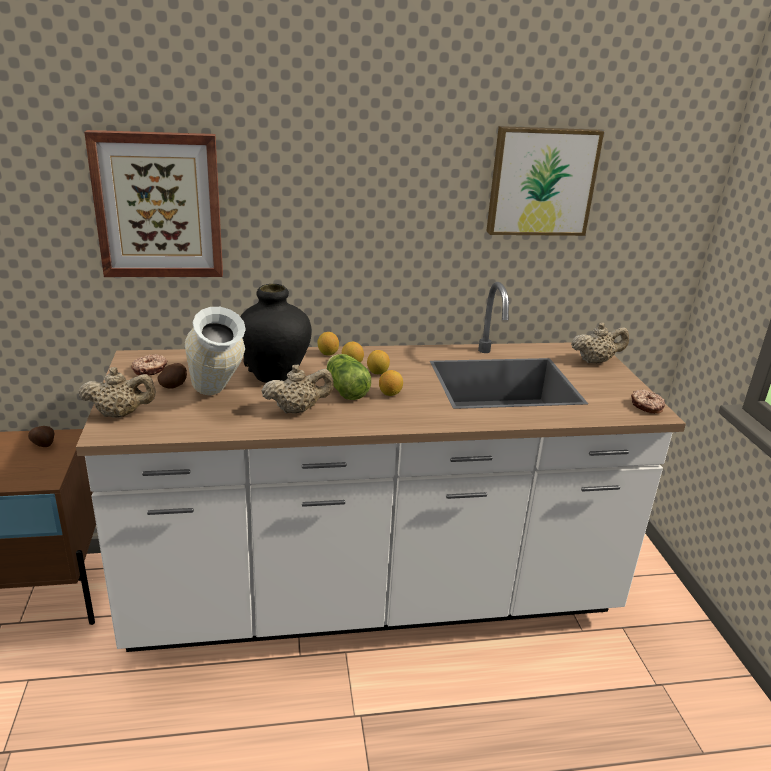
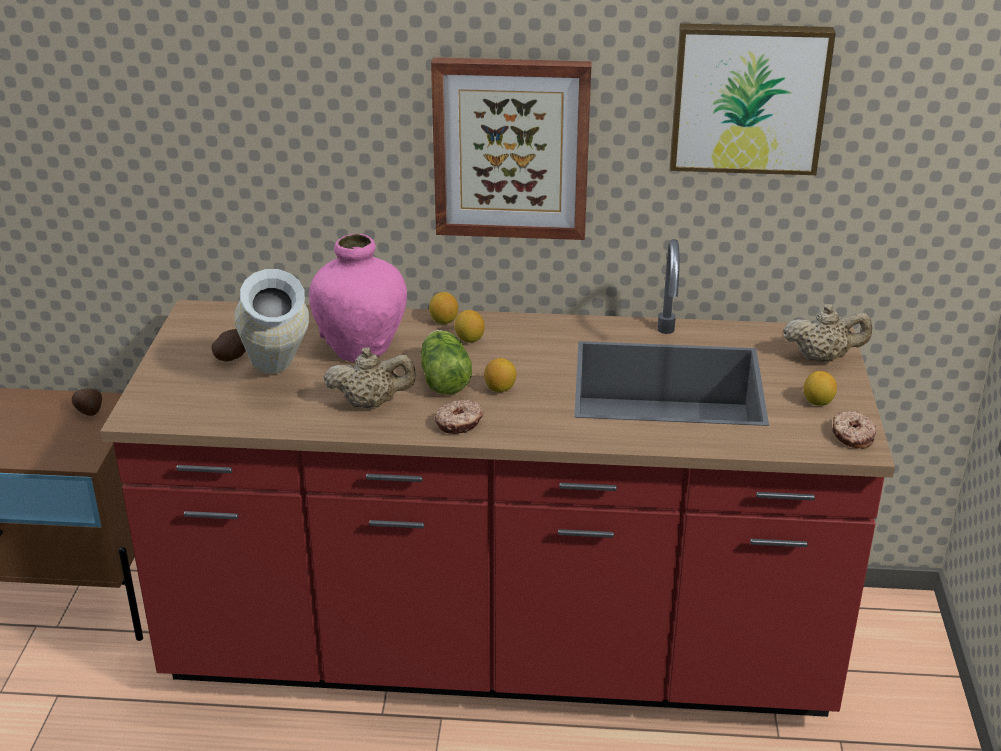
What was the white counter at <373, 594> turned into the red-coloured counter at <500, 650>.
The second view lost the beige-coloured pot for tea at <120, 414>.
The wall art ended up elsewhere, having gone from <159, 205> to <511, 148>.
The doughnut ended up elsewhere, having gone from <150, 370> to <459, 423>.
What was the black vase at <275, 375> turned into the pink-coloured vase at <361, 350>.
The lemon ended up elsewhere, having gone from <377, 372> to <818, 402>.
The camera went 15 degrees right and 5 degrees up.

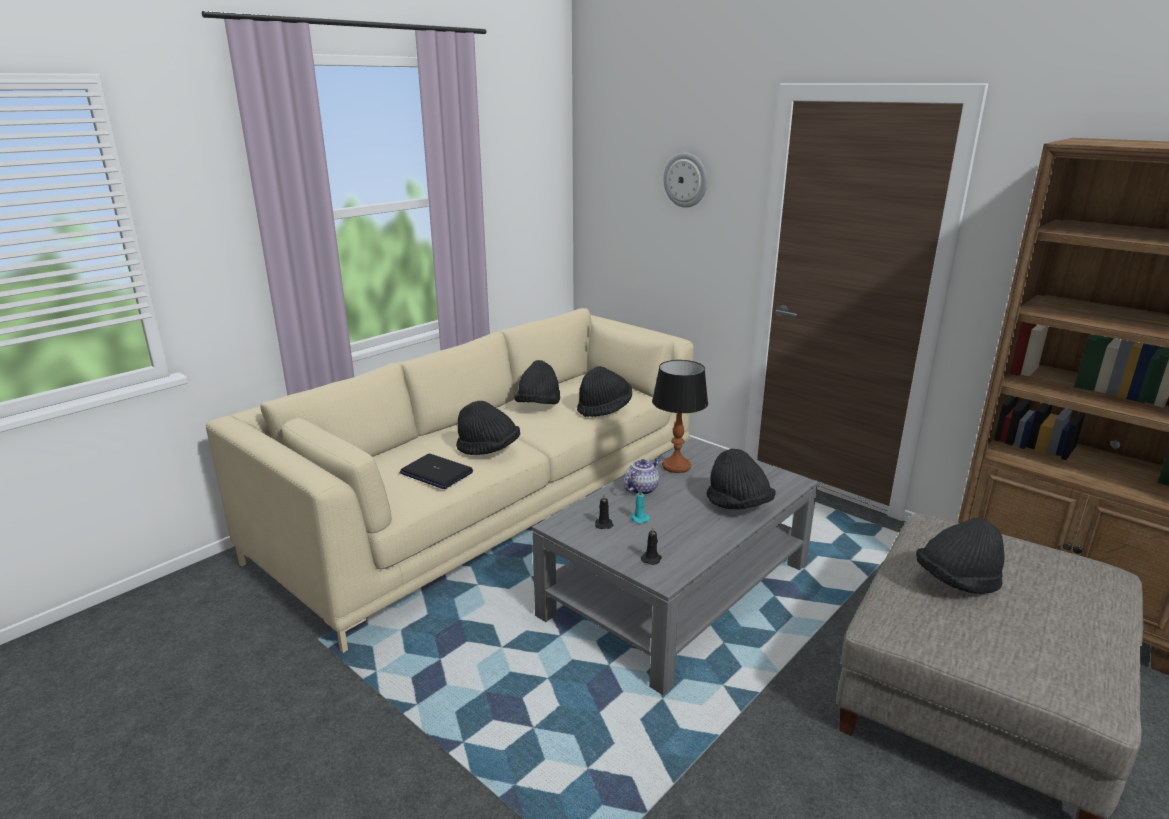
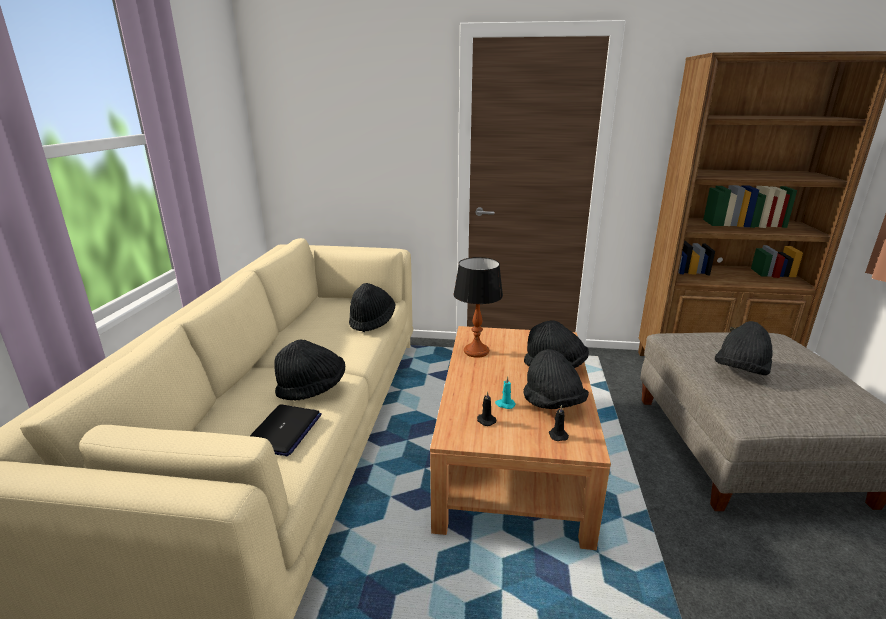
The laptop at <436, 473> ended up facing another way, 75 degrees counterclockwise from before.
The black clothing hat ended up elsewhere, having gone from <538, 406> to <552, 403>.
What was the greyish low table at <677, 588> turned into the brown-coloured low table at <512, 453>.
The second view lost the pot for tea at <642, 489>.
The second view lost the hanging clock at <686, 180>.
The camera went 35 degrees left and 0 degrees up.

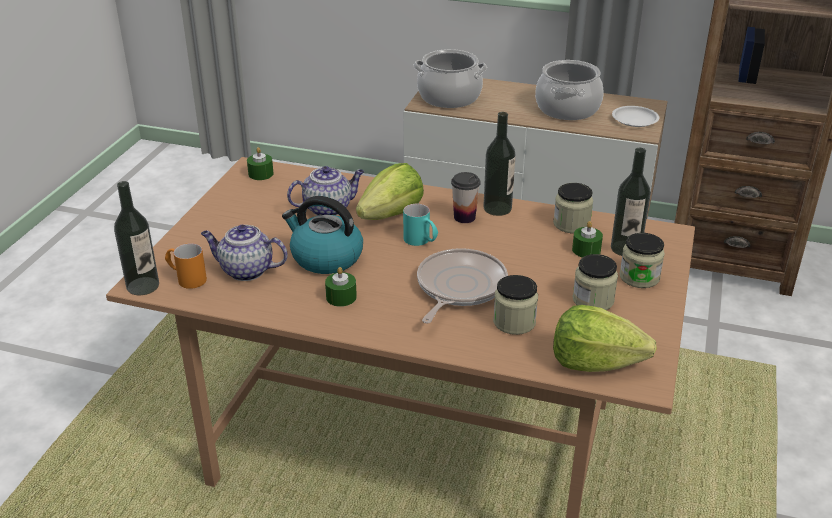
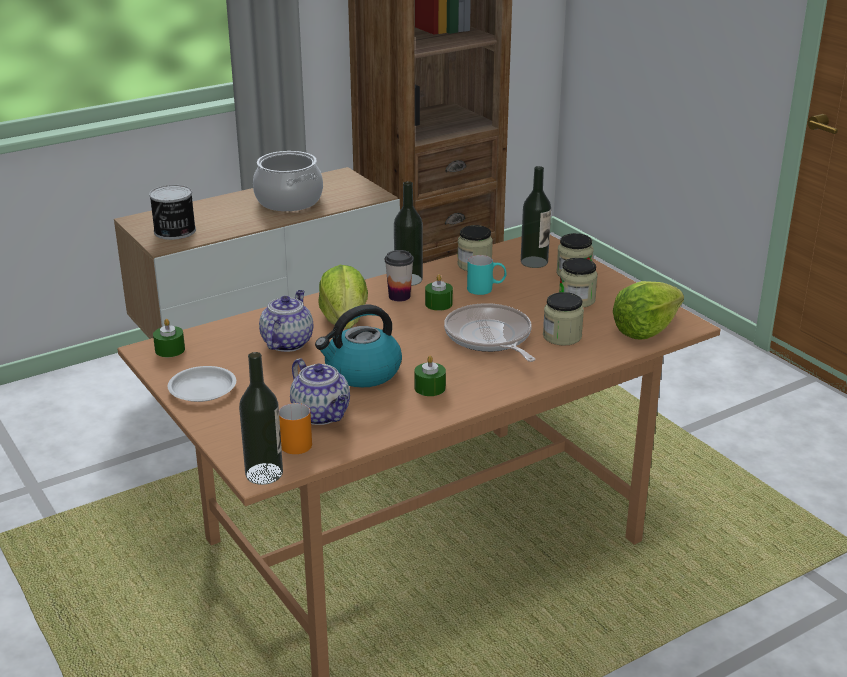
The pot for tea at <245, 271> ended up facing another way, 90 degrees counterclockwise from before.
The turquoise coffee mug ended up elsewhere, having gone from <421, 241> to <486, 289>.
Where the stockpot stood at <449, 97>, the metal can came to stand at <174, 231>.
The greenish candle ended up elsewhere, having gone from <586, 250> to <438, 304>.
The white dinner plate ended up elsewhere, having gone from <635, 120> to <203, 389>.
The camera went 50 degrees left and 5 degrees down.

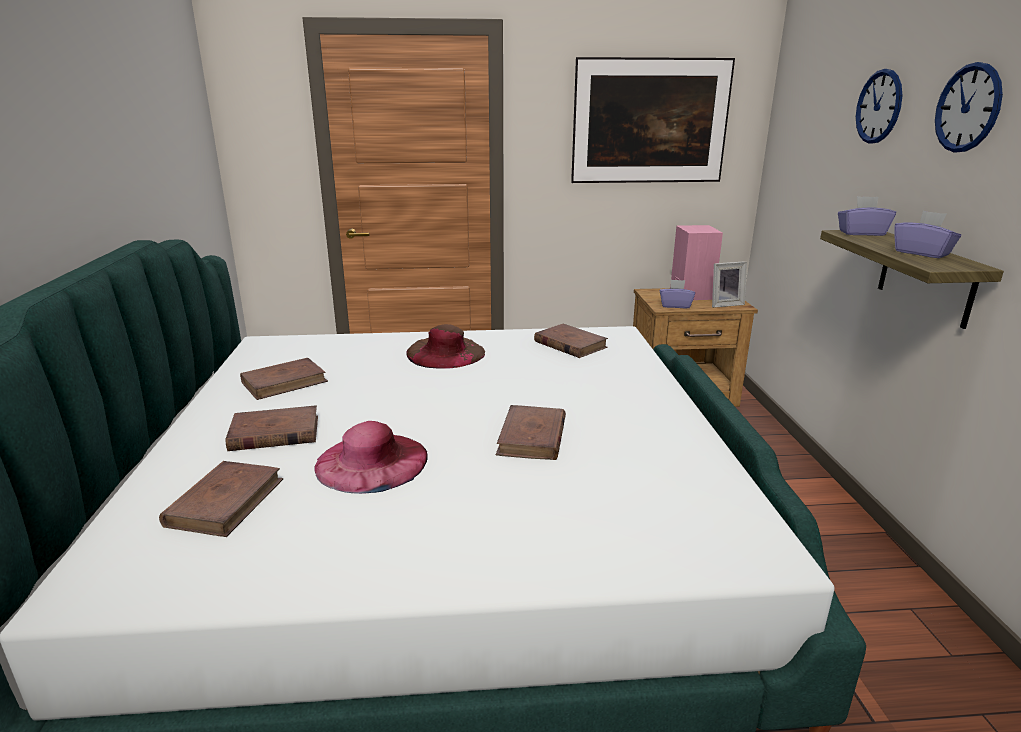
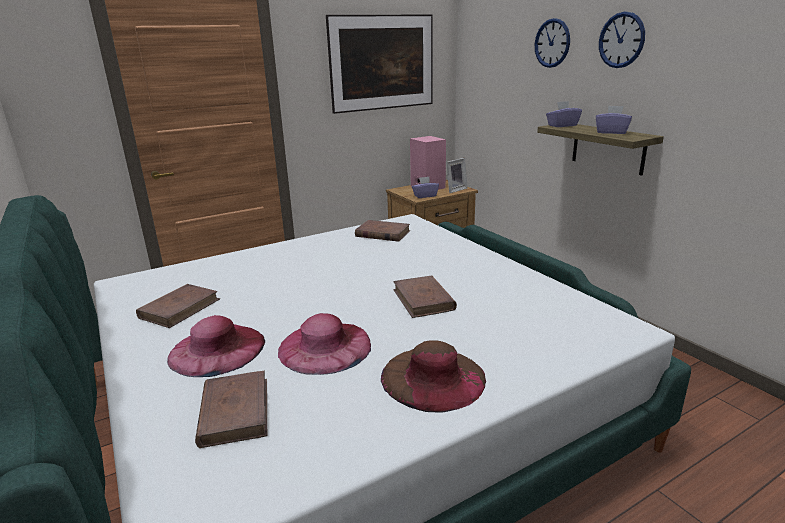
Where the brown-coloured bound book stood at <274, 433>, the pink-coloured clothing hat came to stand at <217, 349>.
The brown-coloured clothing hat ended up elsewhere, having gone from <445, 352> to <433, 377>.
The camera went 25 degrees left and 0 degrees up.

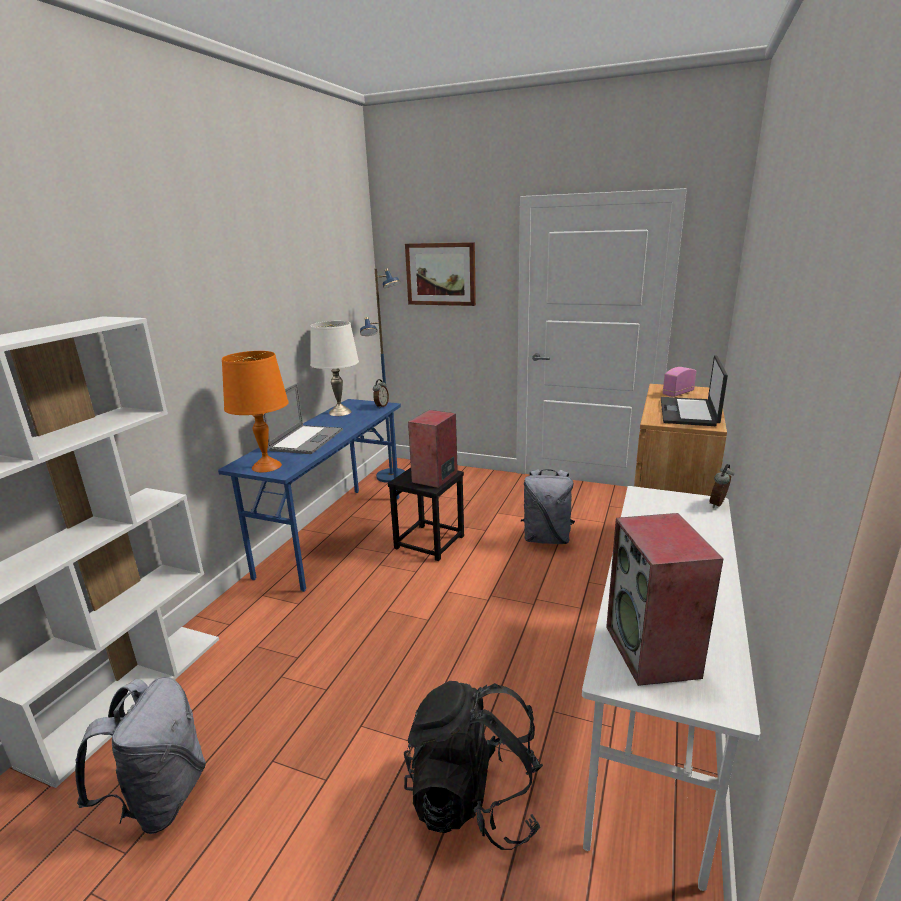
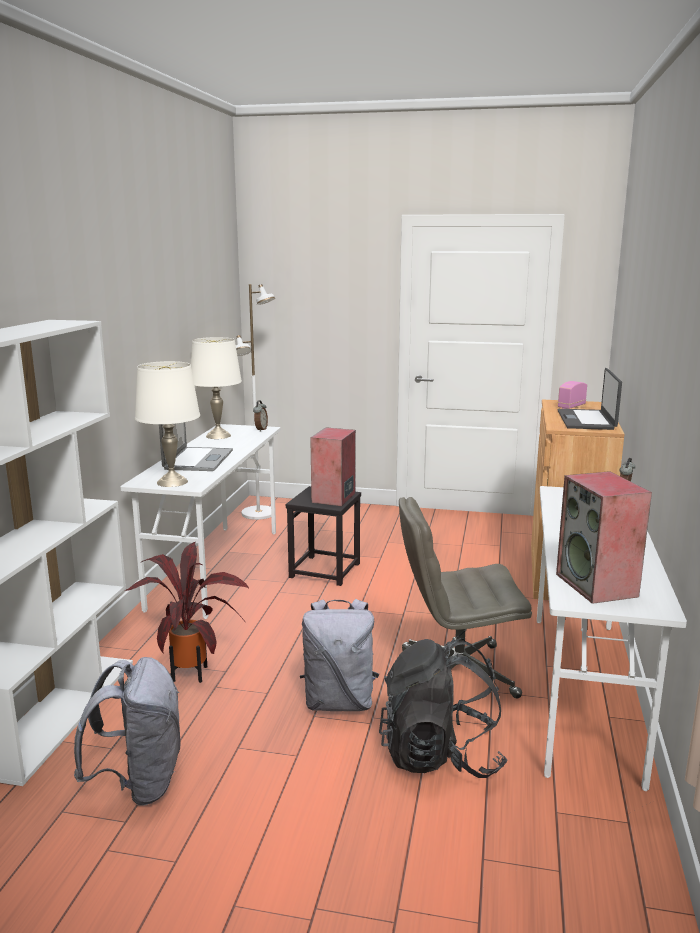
What was the bluish desk unit at <334, 533> turned into the white desk unit at <216, 567>.
What was the orangey lamp for a table at <266, 466> turned into the white lamp for a table at <172, 482>.
What was the bluish floor lamp at <392, 476> turned into the white floor lamp at <259, 513>.
The second view lost the wall art at <441, 274>.
The greyish backpack ended up elsewhere, having gone from <546, 538> to <339, 702>.
The second view gained the houseplant at <193, 671>.
The second view gained the greyish desk chair at <456, 673>.
The camera went 10 degrees left and 5 degrees down.

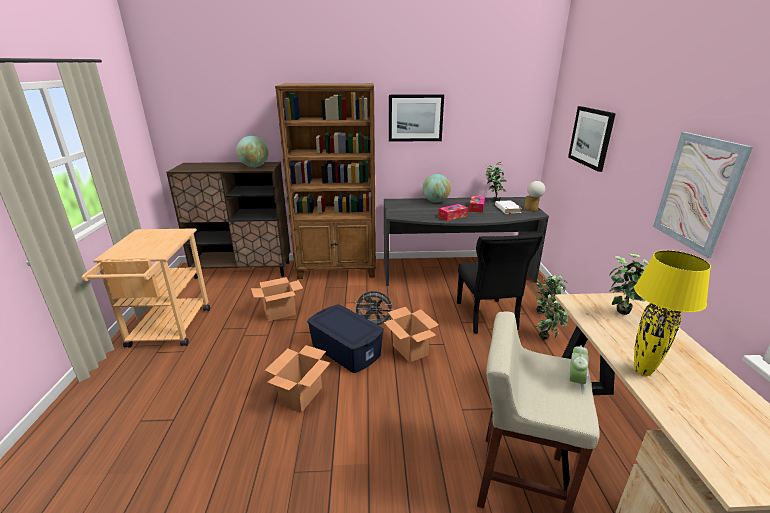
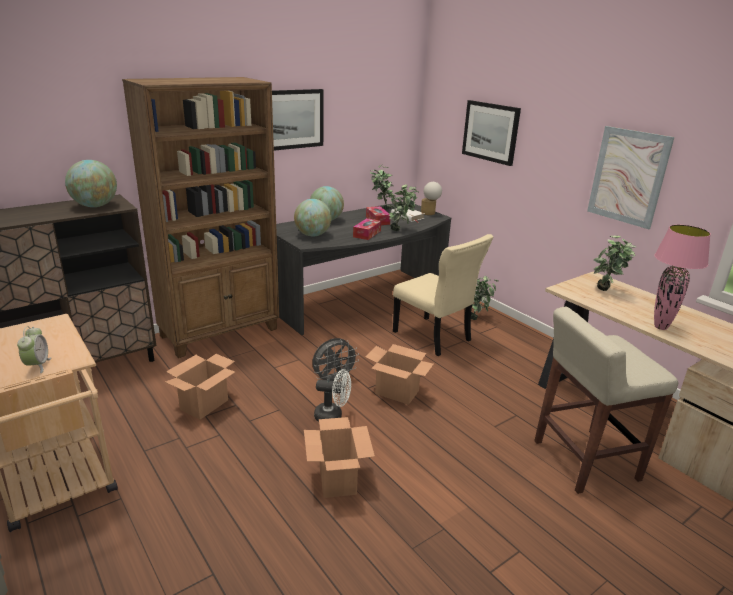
Where the bluish storage container stood at <346, 350>, the white fan came to stand at <333, 416>.
What was the black plain chair at <487, 317> turned into the beige-coloured plain chair at <434, 337>.
The houseplant ended up elsewhere, having gone from <549, 339> to <401, 230>.
The bedside clock ended up elsewhere, having gone from <575, 381> to <37, 365>.
What was the yellowish lamp for a table at <642, 371> turned into the pink-coloured lamp for a table at <660, 327>.
The second view gained the globe at <312, 235>.
The camera went 35 degrees left and 0 degrees up.

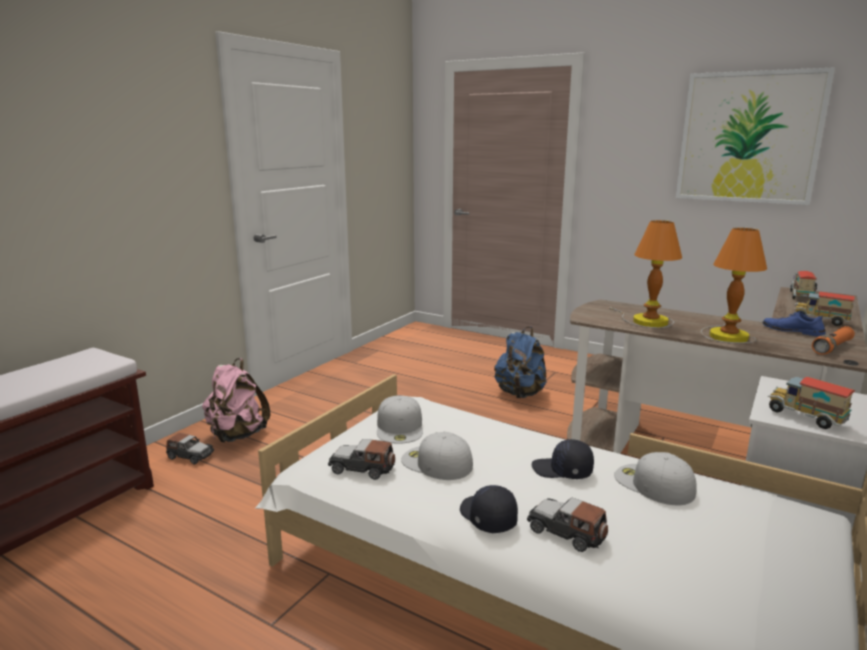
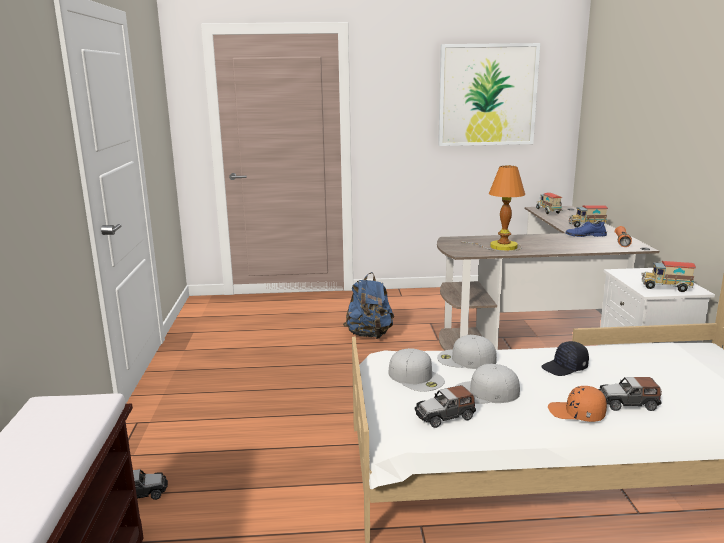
The second view lost the pink-coloured backpack at <237, 435>.
What was the black peaked cap at <487, 518> turned into the orangey peaked cap at <576, 414>.
The white peaked cap ended up elsewhere, having gone from <653, 484> to <466, 359>.
The second view lost the lamp for a table at <726, 335>.
The camera went 35 degrees left and 0 degrees up.

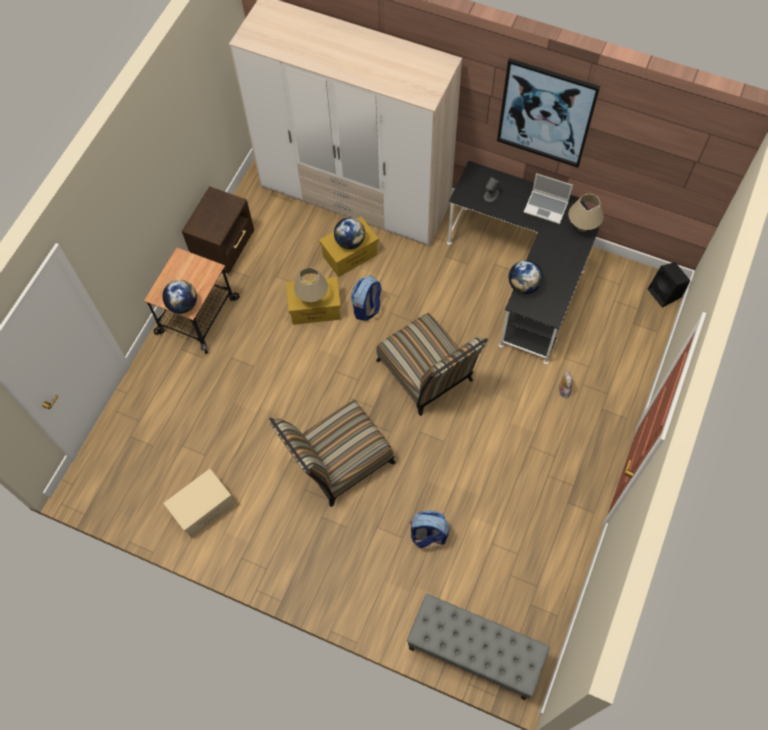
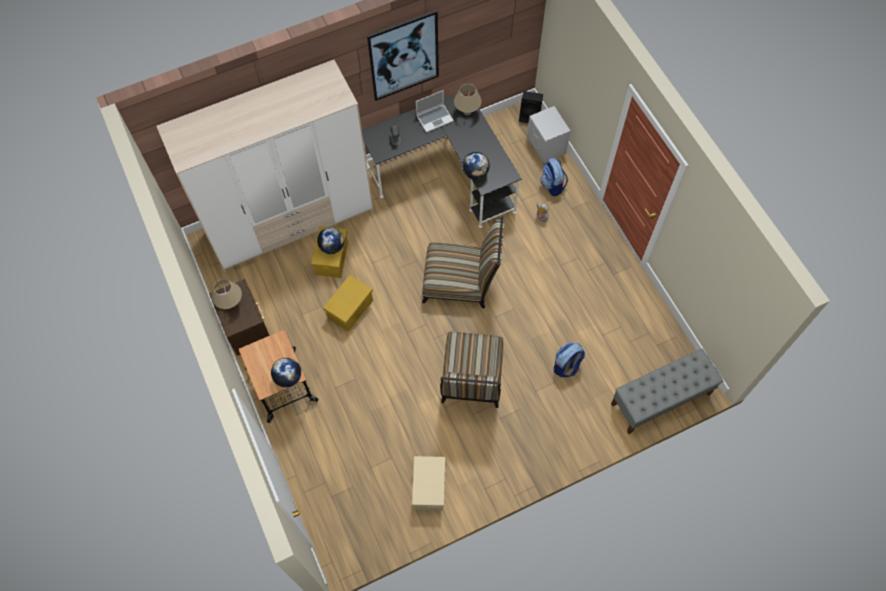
The beige-coloured lamp for a table ended up elsewhere, having gone from <312, 297> to <230, 303>.
The backpack ended up elsewhere, having gone from <367, 308> to <552, 185>.
The second view gained the greyish nightstand at <546, 146>.
The camera went 50 degrees left and 0 degrees up.

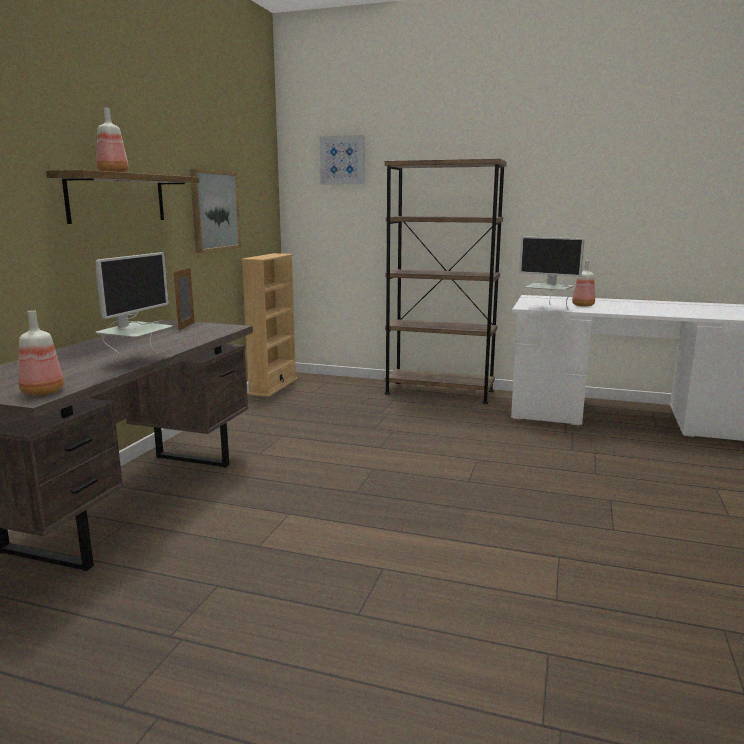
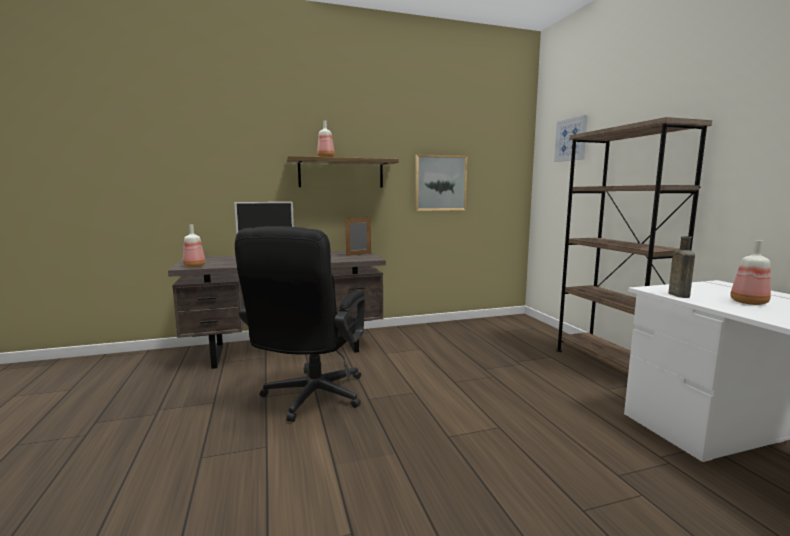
The second view lost the beige-coloured shelving unit at <273, 386>.
Where the monitor stood at <548, 308>, the brown-coloured drink bottle came to stand at <677, 295>.
The second view gained the black desk chair at <310, 399>.
The camera went 55 degrees right and 5 degrees down.

